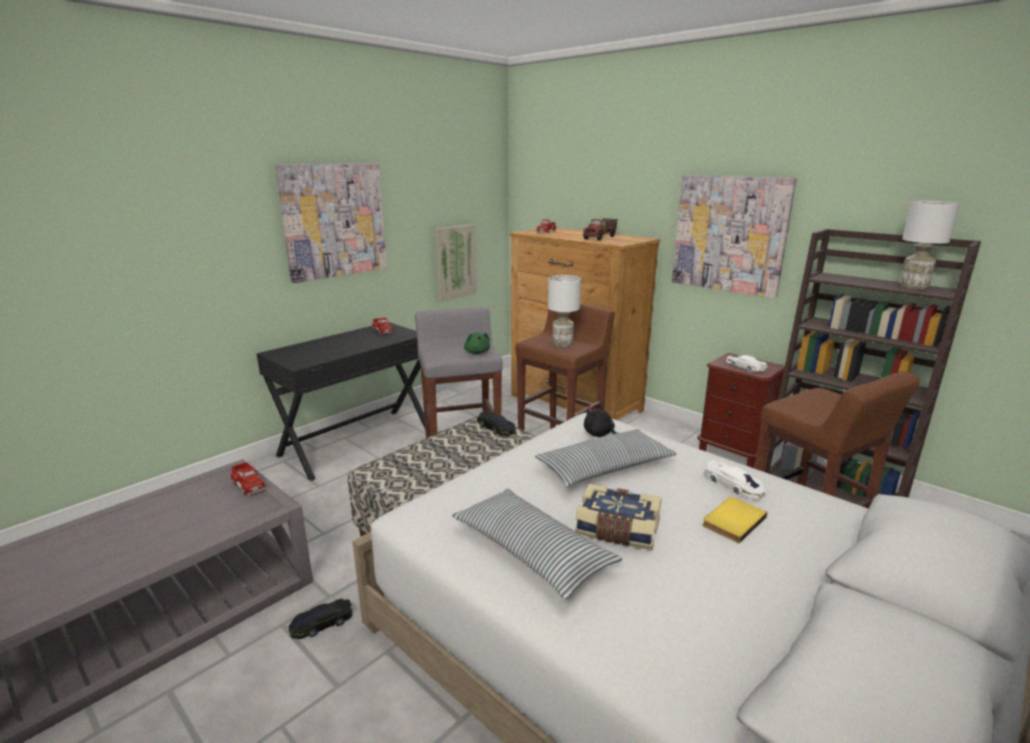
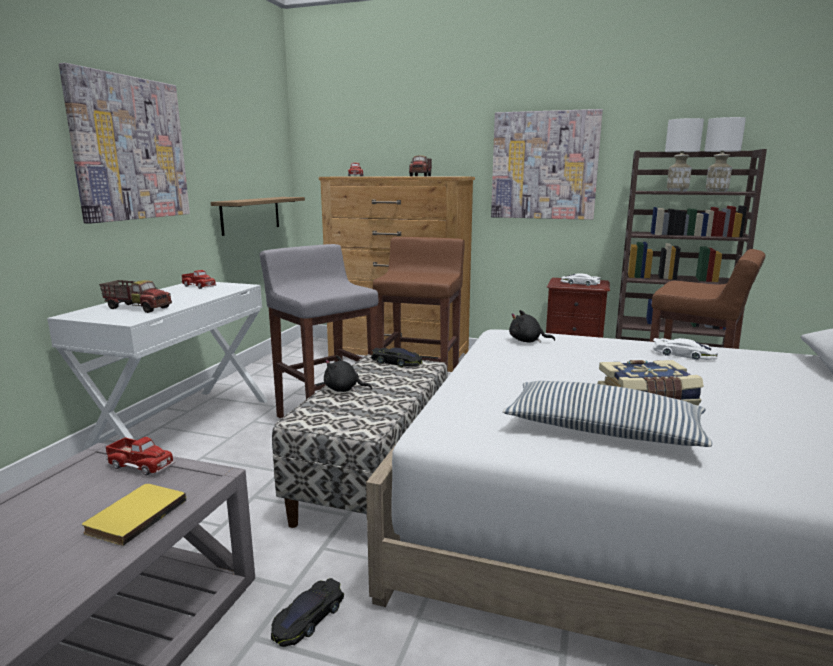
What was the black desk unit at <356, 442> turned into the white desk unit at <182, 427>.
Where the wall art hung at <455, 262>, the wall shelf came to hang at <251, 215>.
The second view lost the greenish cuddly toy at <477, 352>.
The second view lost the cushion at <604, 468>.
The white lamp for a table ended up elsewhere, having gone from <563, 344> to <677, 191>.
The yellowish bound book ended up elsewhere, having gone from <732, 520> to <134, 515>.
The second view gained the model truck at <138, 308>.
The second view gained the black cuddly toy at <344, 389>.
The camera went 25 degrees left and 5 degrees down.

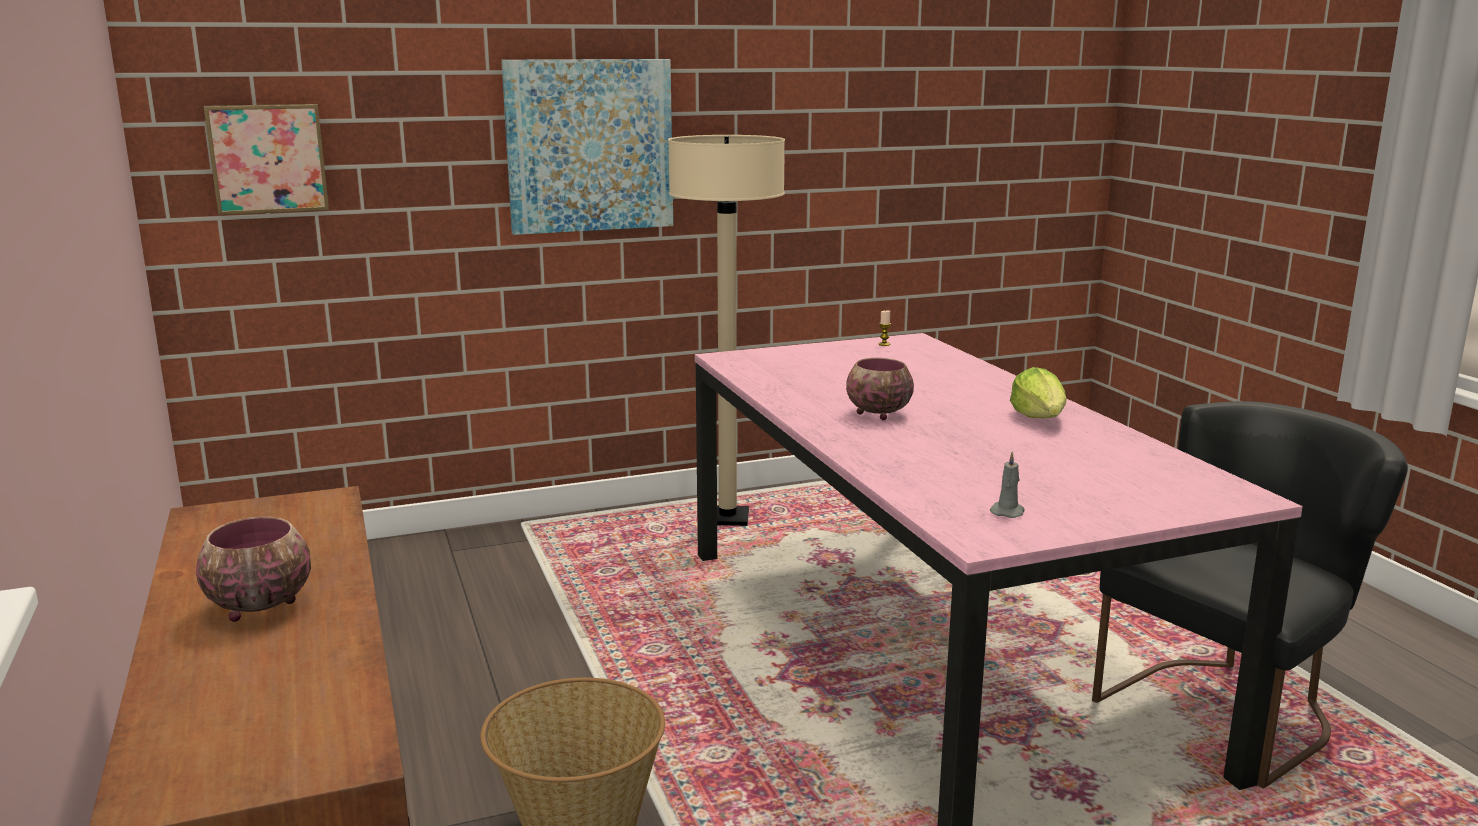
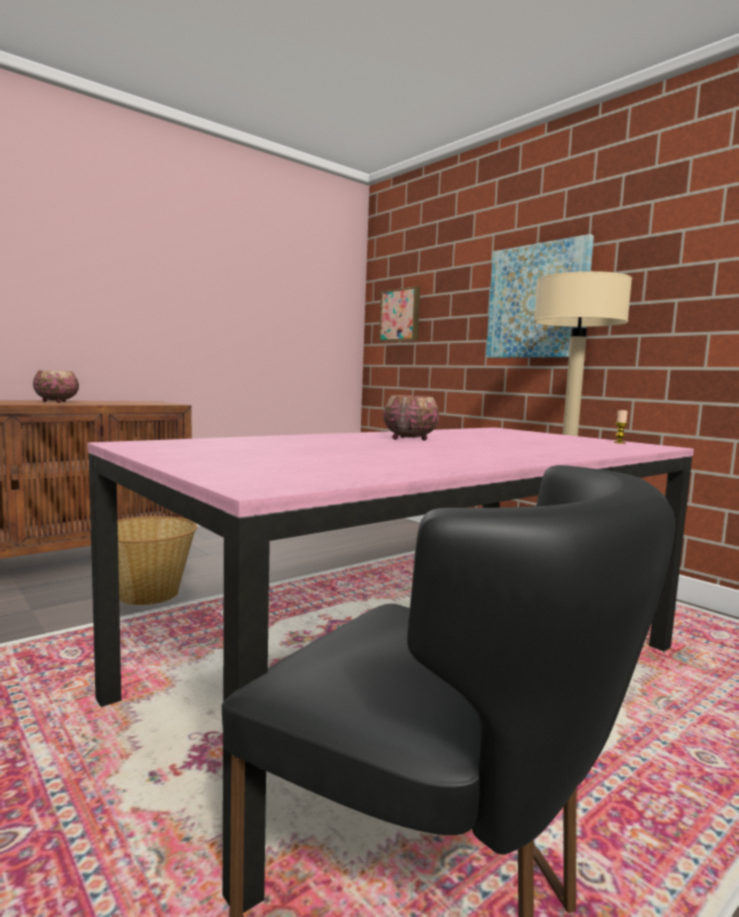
The second view lost the greyish candle at <1007, 512>.
The second view lost the head of lettuce at <1040, 418>.
The camera went 70 degrees right and 10 degrees down.

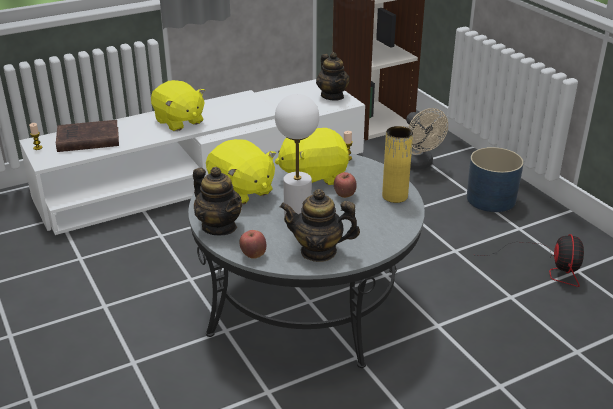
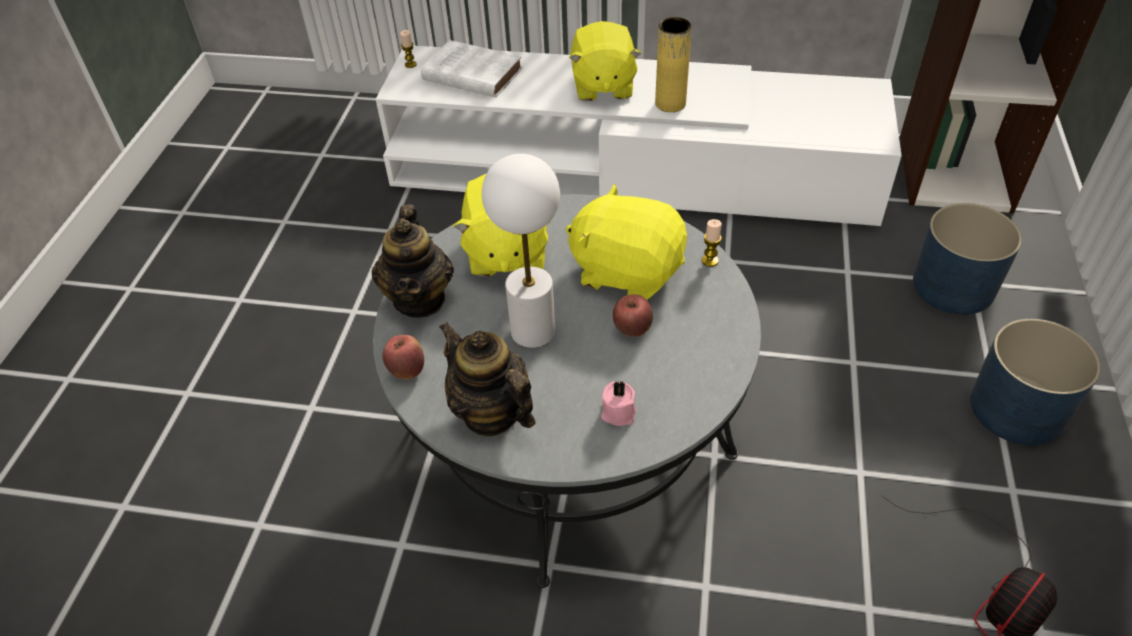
What was the brown-coloured bound book at <86, 140> turned into the white bound book at <470, 74>.
The second view lost the pot for tea at <332, 96>.
The yellowish vase ended up elsewhere, having gone from <395, 196> to <670, 104>.
Where the beige-coloured fan stood at <419, 164>, the bluish flower pot came to stand at <953, 286>.
The second view gained the pink-coloured candle at <618, 412>.
The camera went 40 degrees right and 15 degrees up.

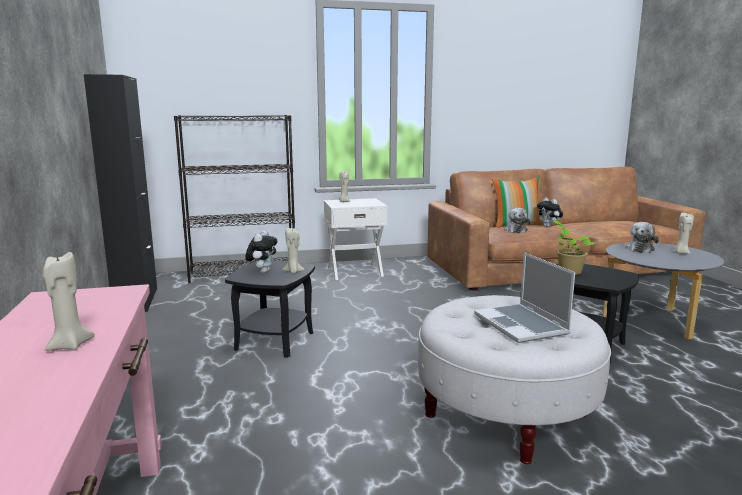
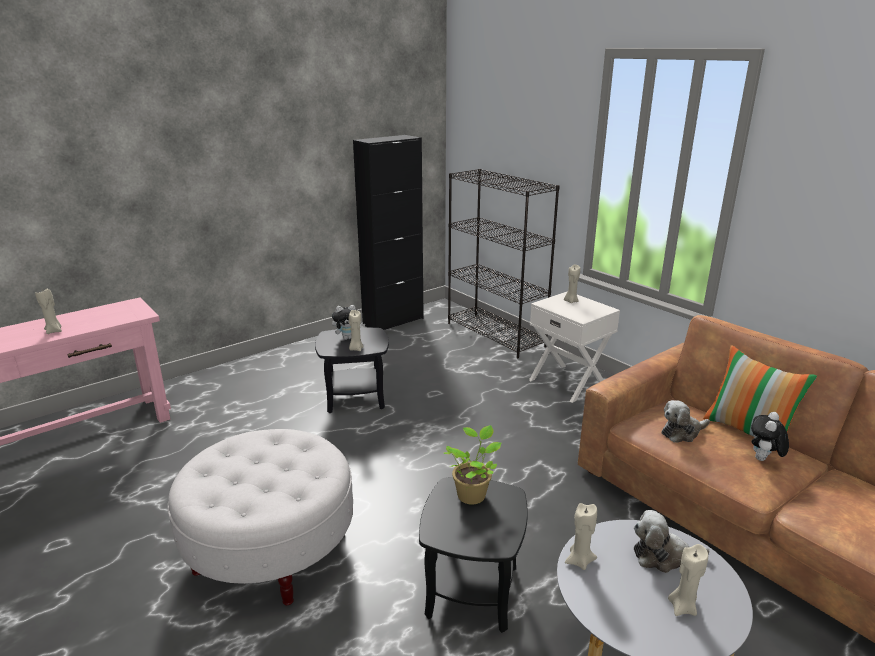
The second view lost the laptop at <522, 325>.
The second view gained the beige-coloured candle at <579, 561>.
The camera went 65 degrees right and 10 degrees up.

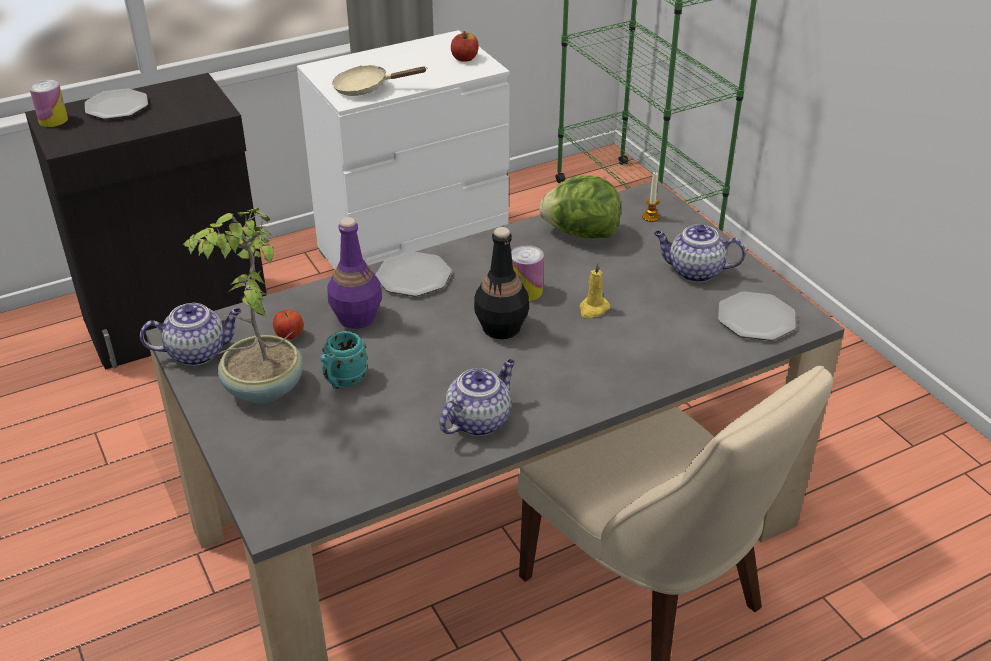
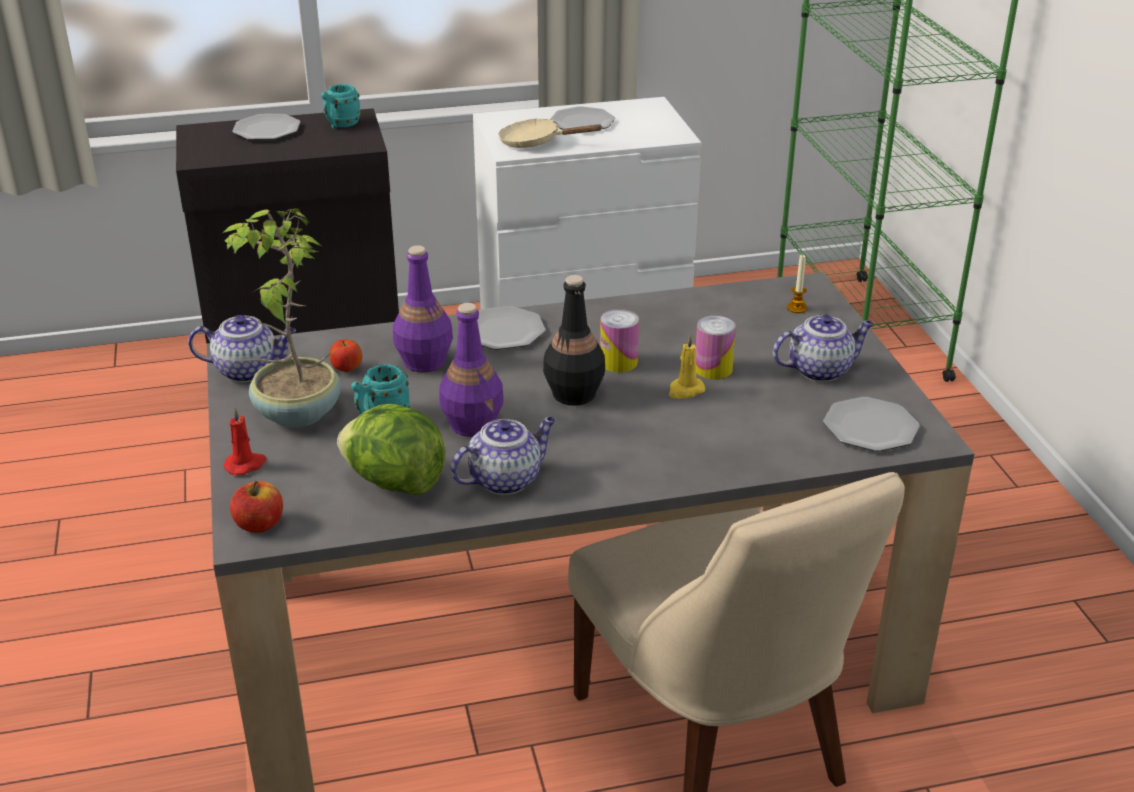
The metal can ended up elsewhere, having gone from <53, 120> to <713, 369>.
The apple fruit ended up elsewhere, having gone from <465, 58> to <259, 524>.
The head of lettuce ended up elsewhere, having gone from <581, 233> to <394, 482>.
The pot for tea at <694, 271> ended up facing another way, 135 degrees clockwise from before.
The second view gained the red-coloured candle at <246, 465>.
The second view gained the turquoise coffee mug at <340, 125>.
The second view gained the purplish drink bottle at <473, 424>.
The second view gained the dinner plate at <582, 122>.
The camera went 15 degrees right and 5 degrees down.

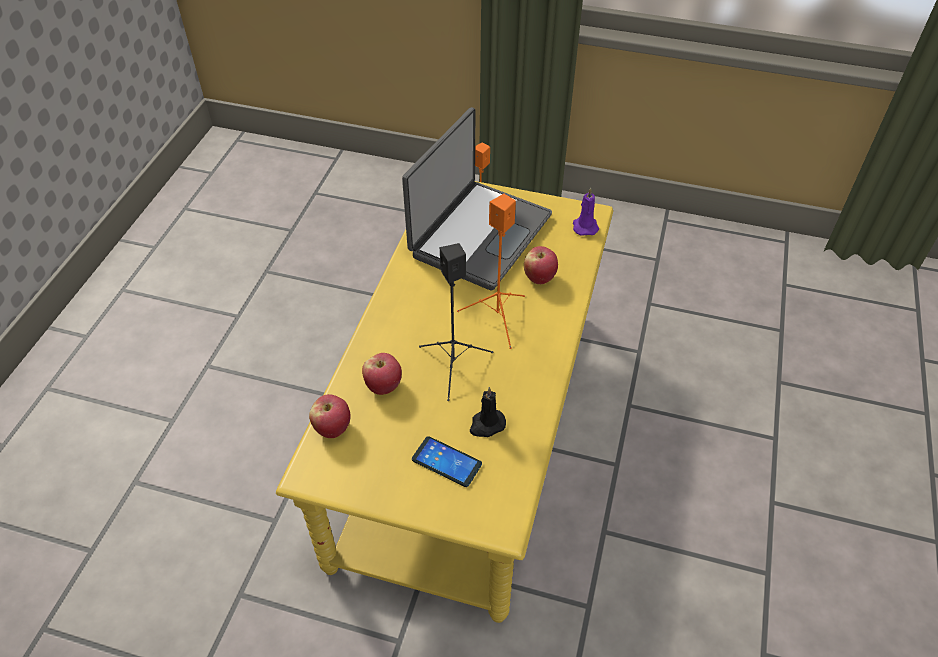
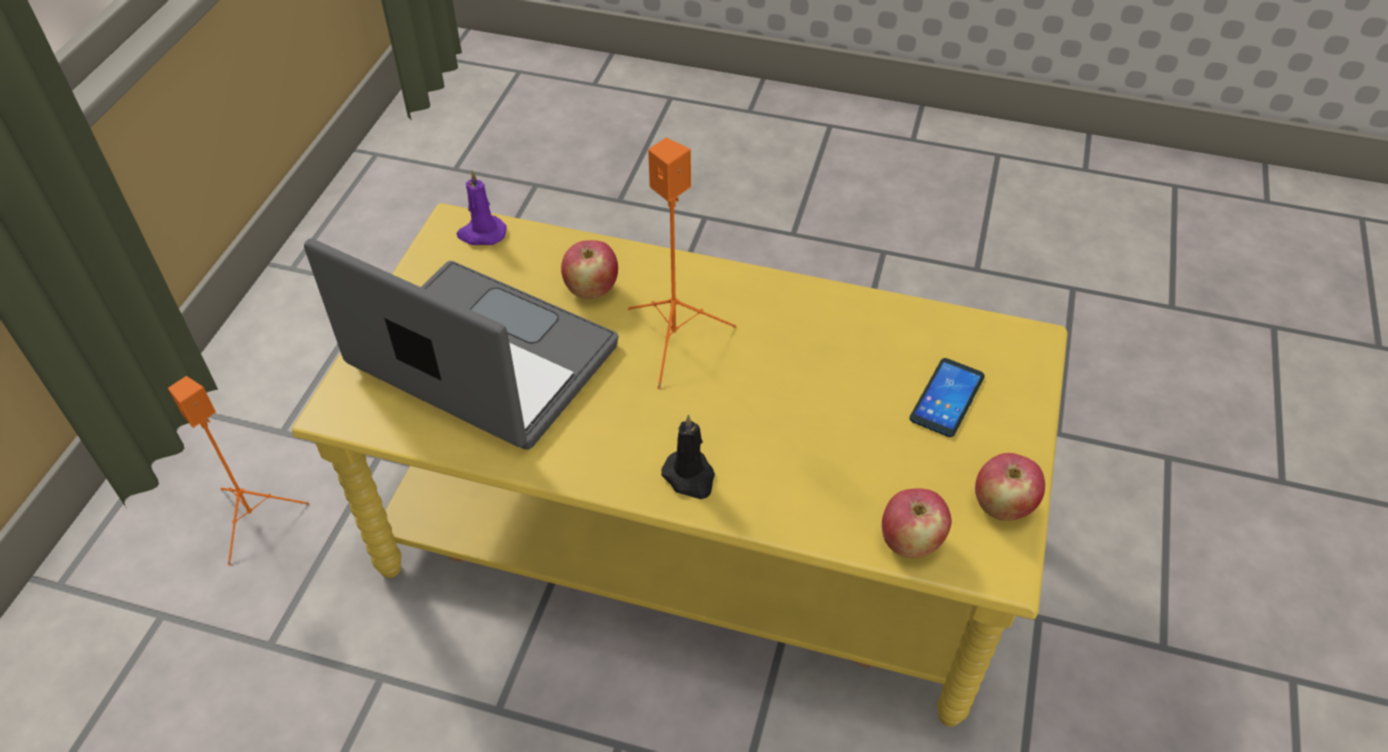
The apple fruit ended up elsewhere, having gone from <383, 386> to <1002, 506>.
The second view lost the black speaker at <453, 366>.
The black candle ended up elsewhere, having gone from <486, 425> to <690, 477>.
The camera went 90 degrees left and 0 degrees up.

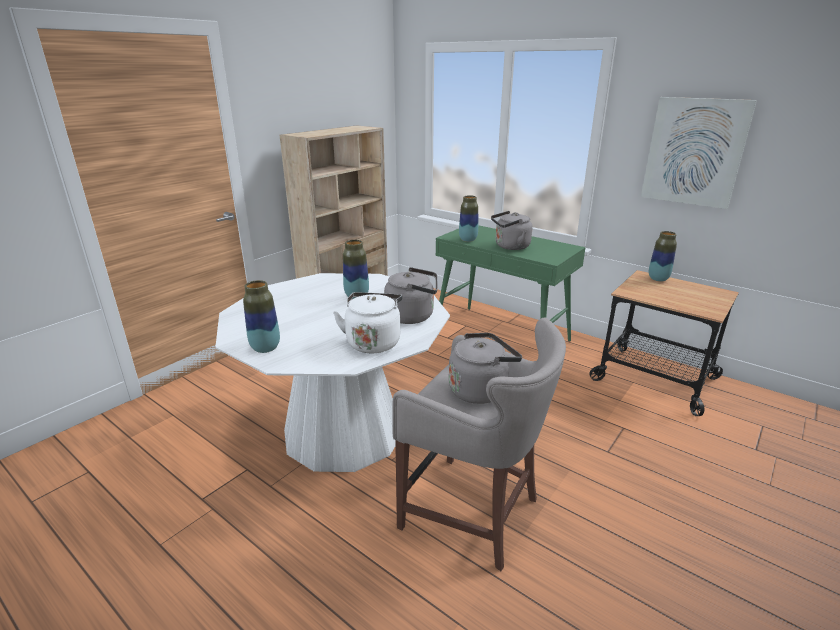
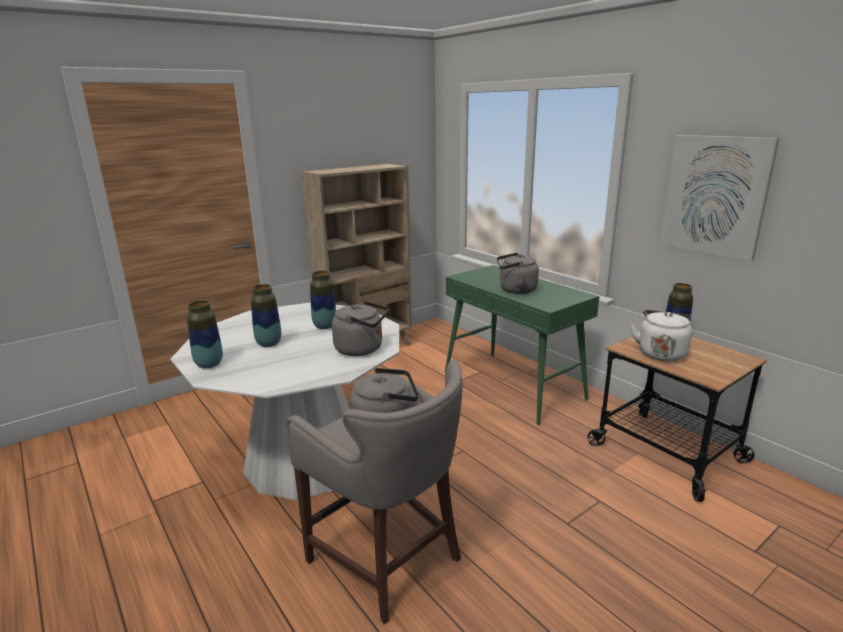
The white kettle ended up elsewhere, having gone from <373, 342> to <661, 353>.
The vase ended up elsewhere, having gone from <468, 240> to <269, 344>.
The camera went 15 degrees right and 5 degrees down.

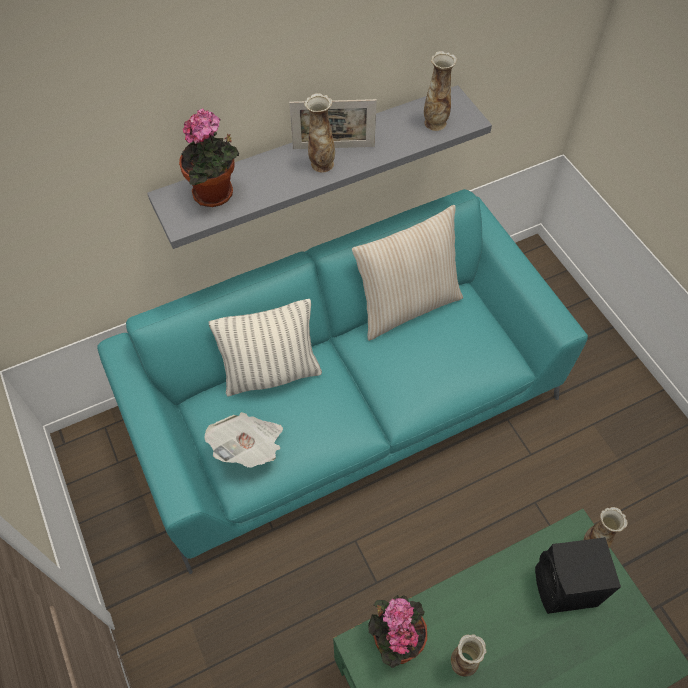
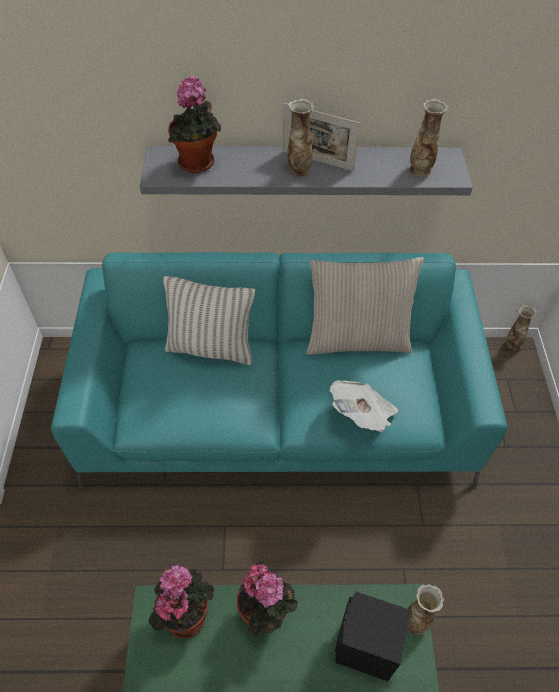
The newspaper ended up elsewhere, having gone from <249, 447> to <362, 414>.
The vase ended up elsewhere, having gone from <462, 663> to <512, 344>.
The second view gained the houseplant at <266, 614>.
The camera went 25 degrees right and 5 degrees down.

